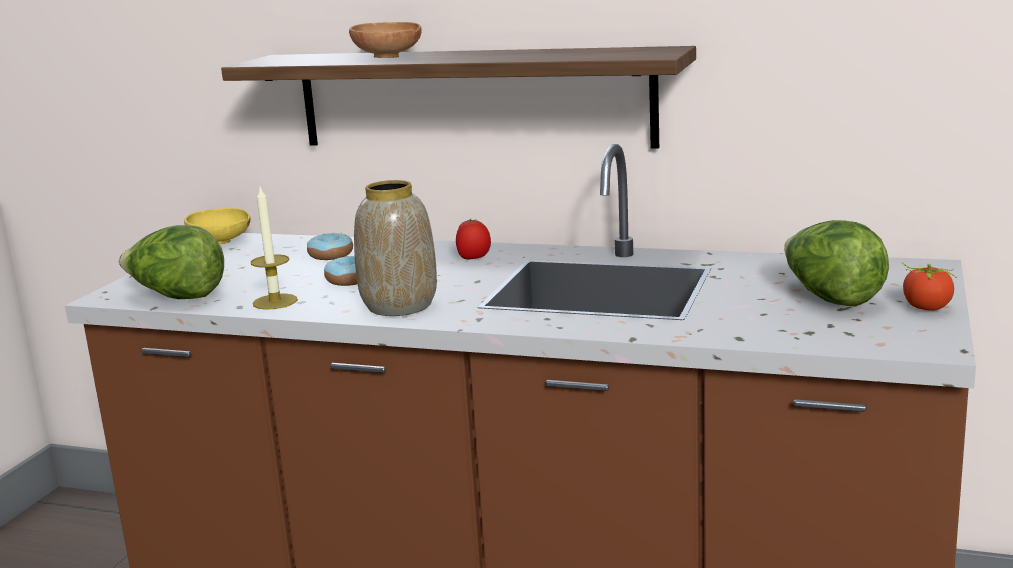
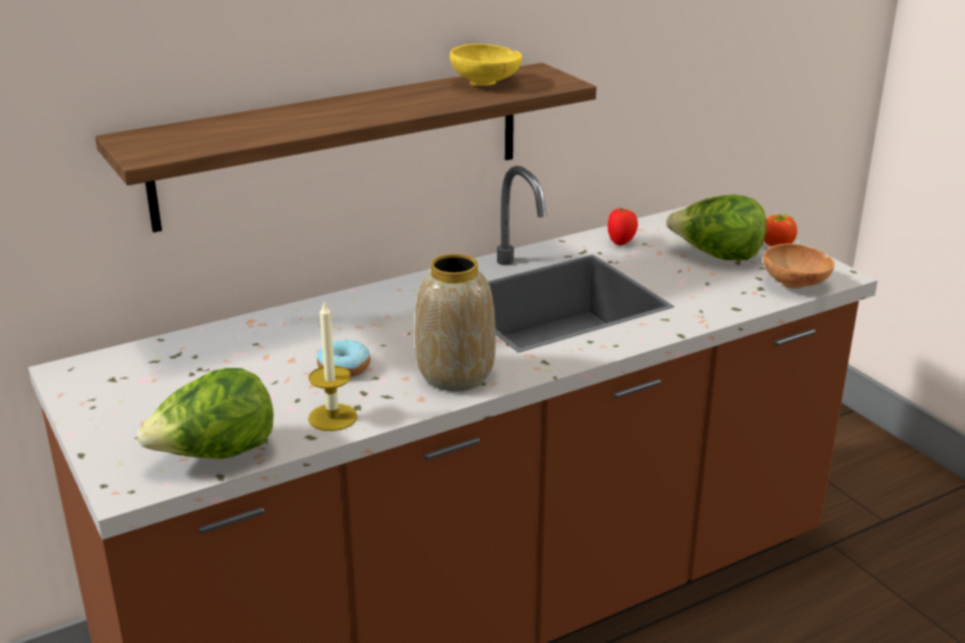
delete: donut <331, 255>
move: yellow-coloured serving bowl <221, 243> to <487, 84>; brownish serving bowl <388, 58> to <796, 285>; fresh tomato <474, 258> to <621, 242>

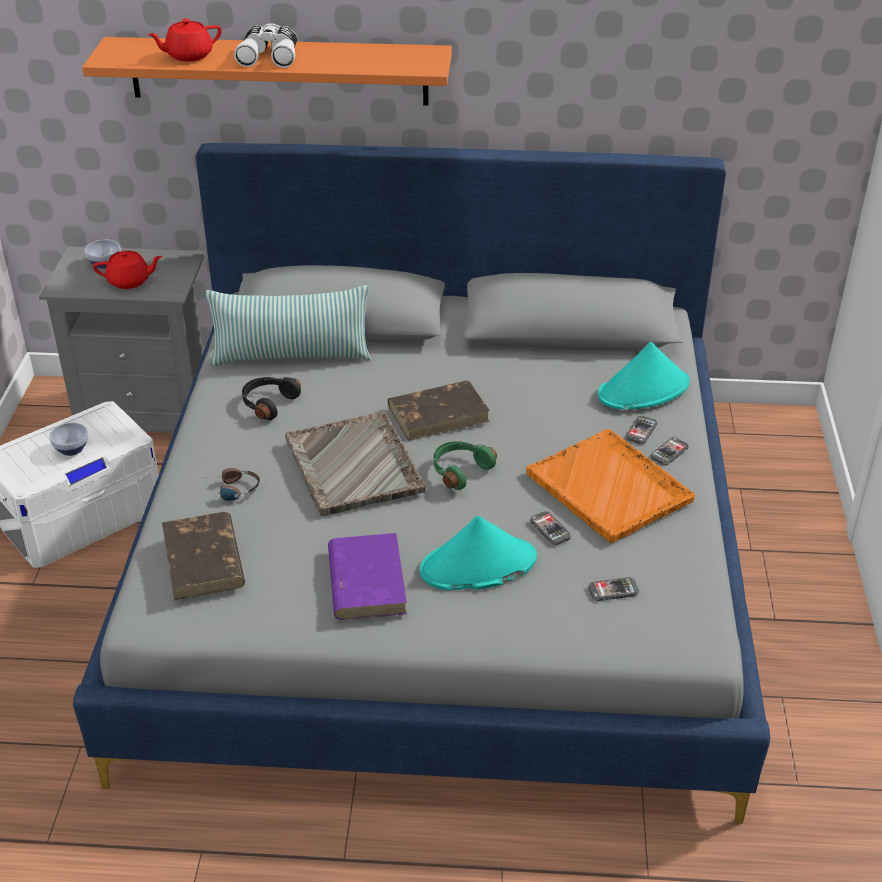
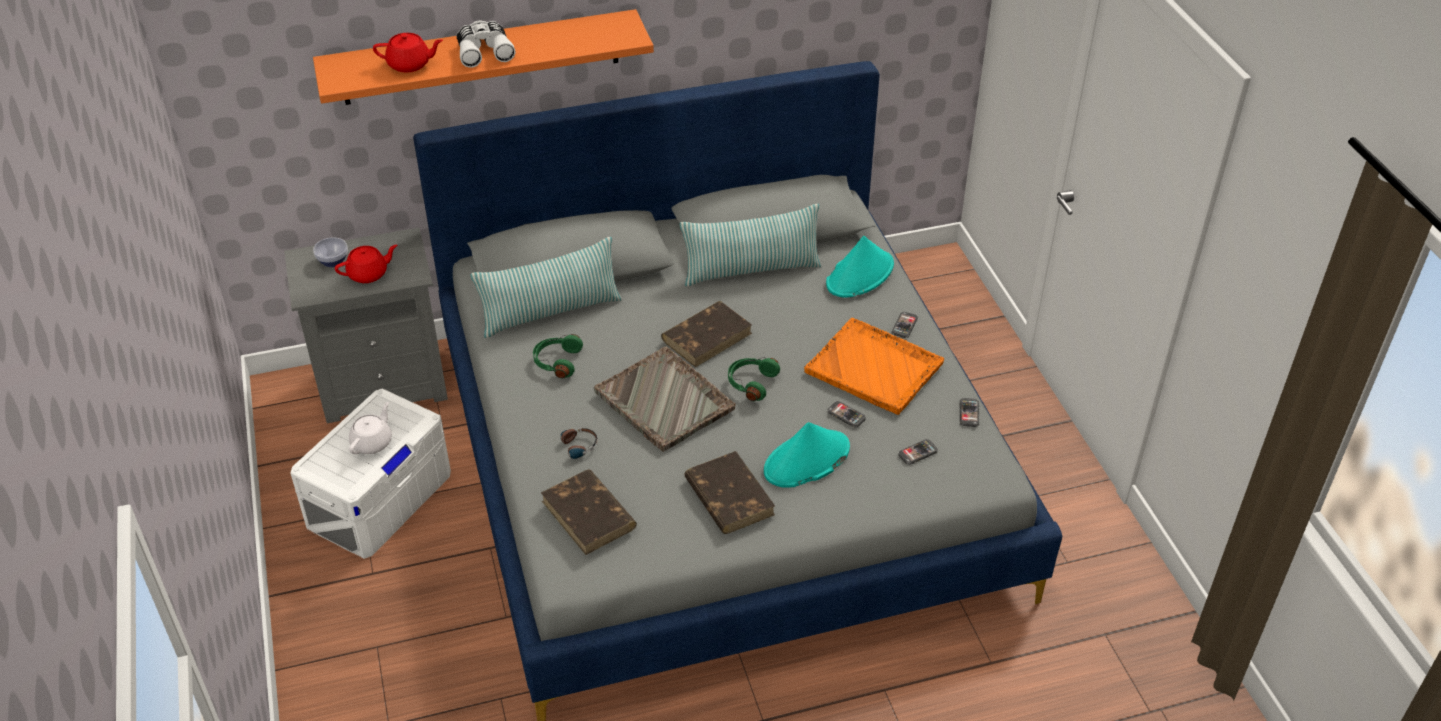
insert: pillow <751, 270>
move: telephone <641, 431> to <969, 413>
replace: serving bowl <72, 448> to white teapot <372, 442>
recolor: black pair of headphones <268, 403> to greenish pair of headphones <557, 362>; purplish bound book <366, 580> to brownish bound book <728, 496>
rotate: reddish teapot <188, 56> = <410, 64> 135 degrees counterclockwise

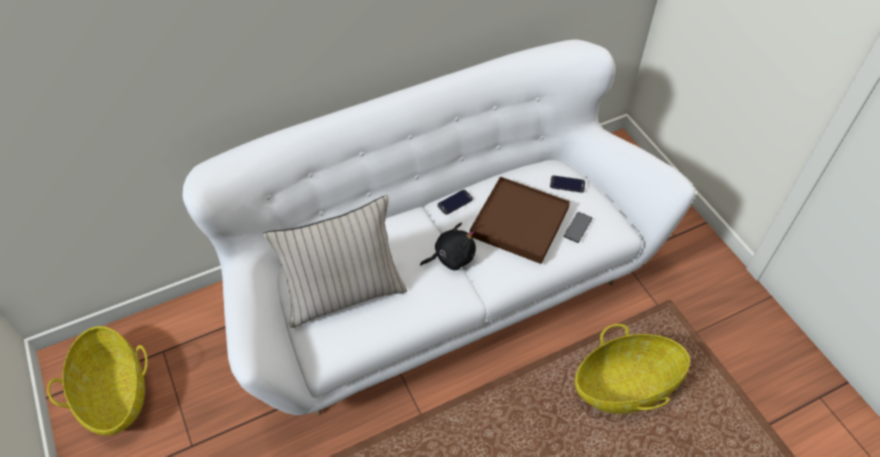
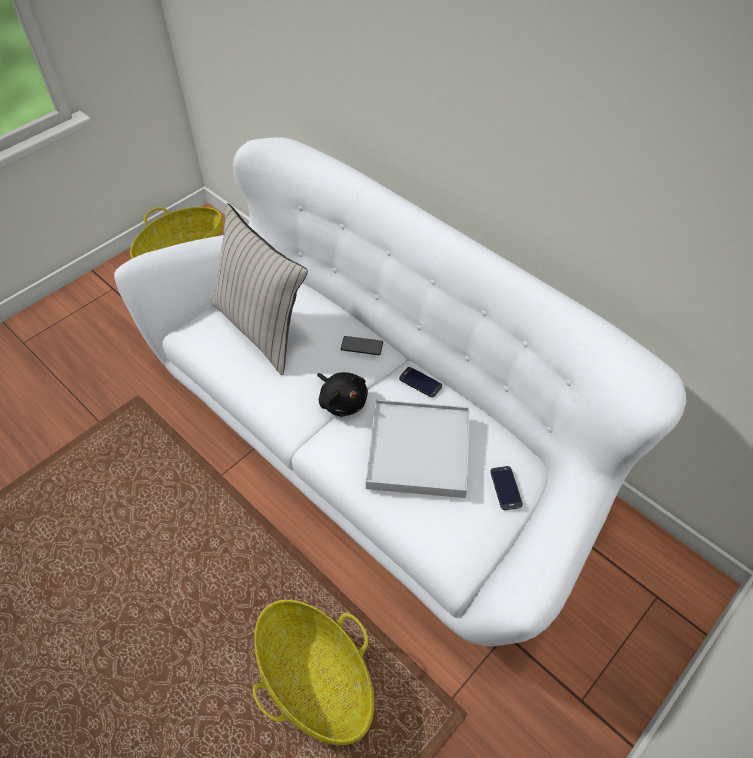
move: telephone <577, 227> to <361, 346>
recolor: brownish carrying tray <519, 222> to white carrying tray <418, 450>

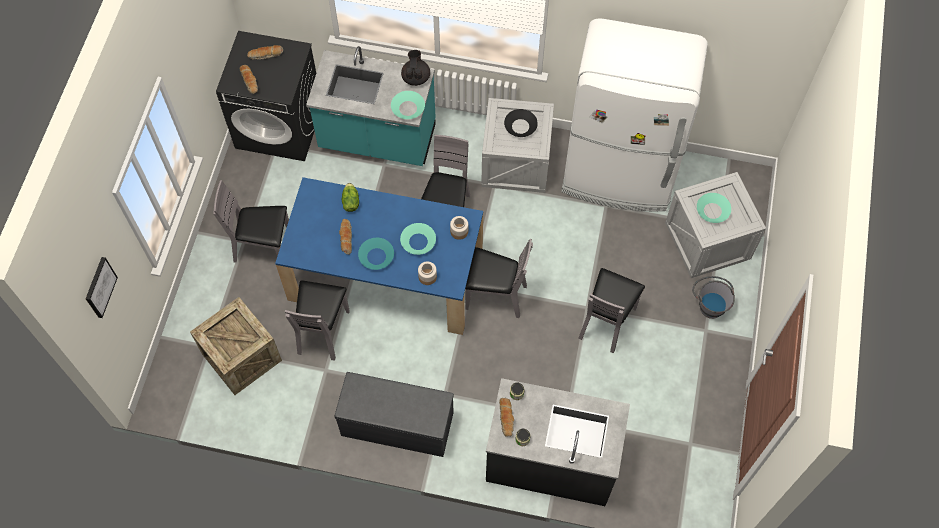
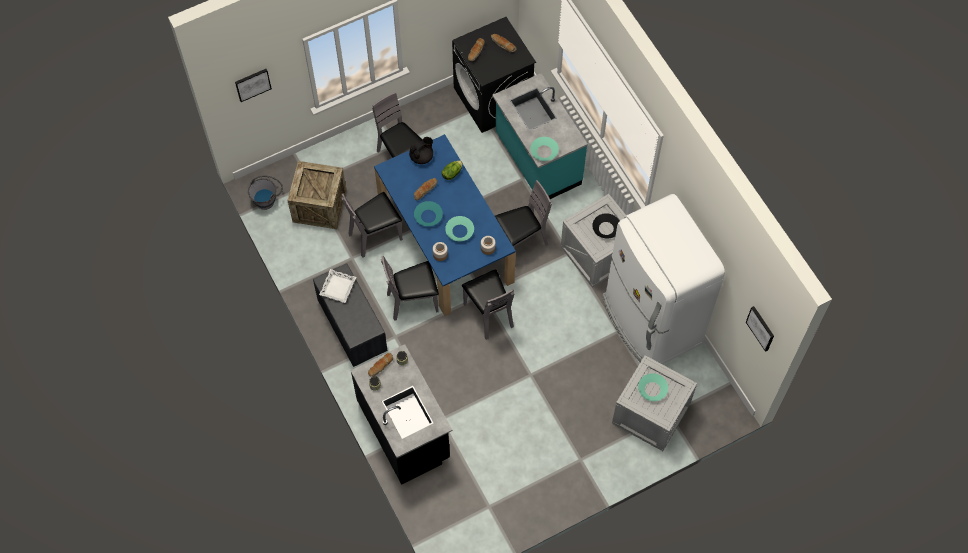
insert: white carrying tray <337, 287>; wall art <761, 328>
move: black teapot <416, 77> to <422, 157>; gray plain chair <606, 322> to <413, 301>; gray water bucket <709, 303> to <267, 198>

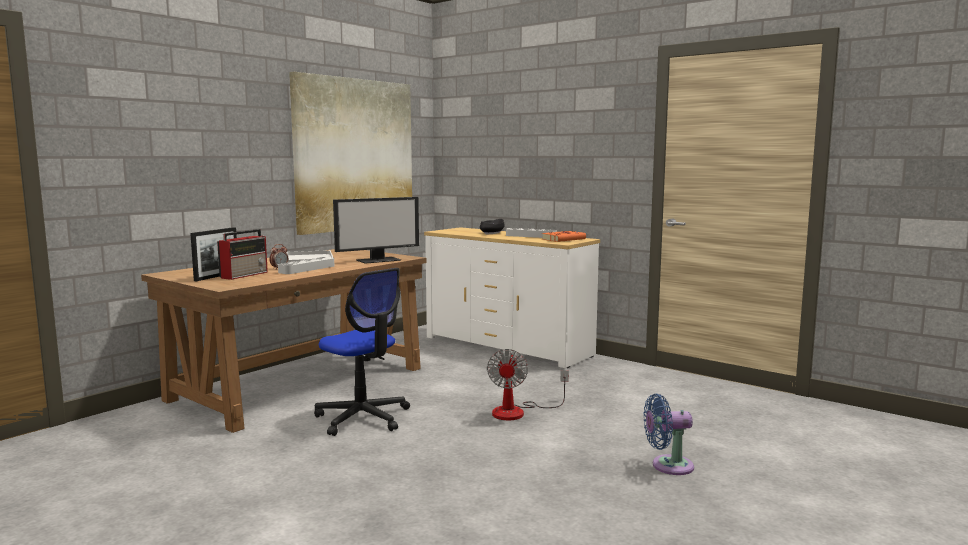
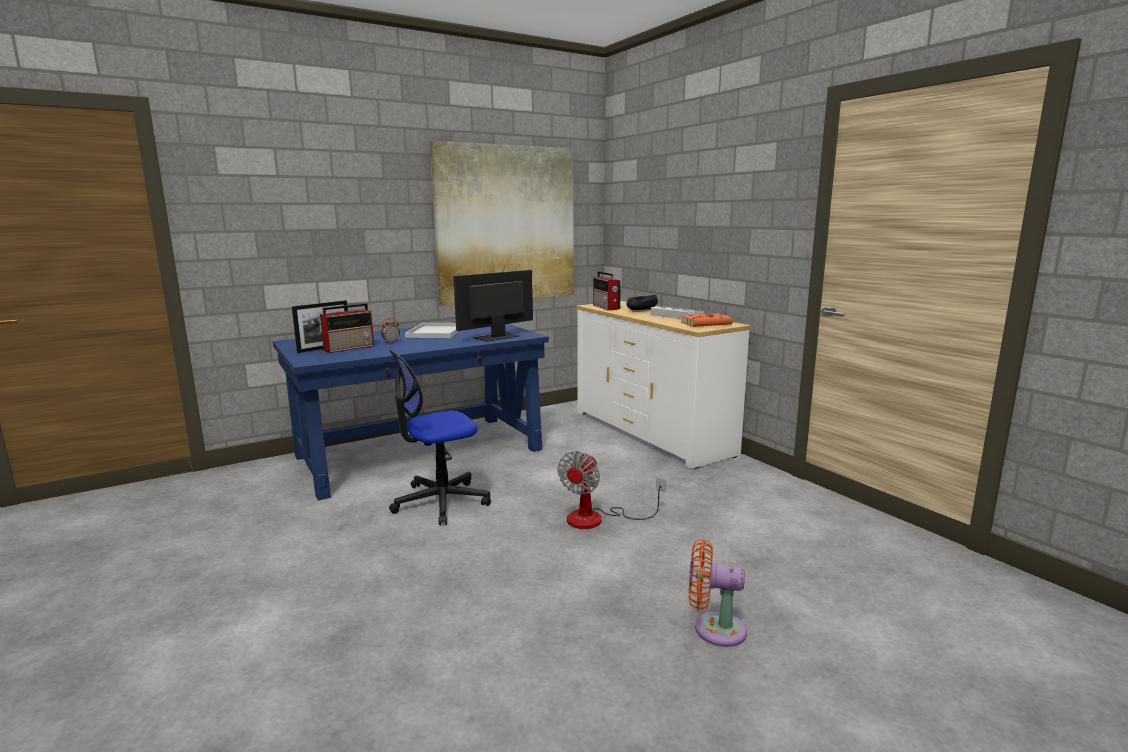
delete: gray carrying tray <307, 269>
insert: radio <606, 307>
recolor: brownish desk table <299, 383> to blue desk table <419, 453>; blue fan <668, 466> to orange fan <714, 628>
rotate: desk chair <363, 418> = <440, 502> 90 degrees clockwise; monitor <378, 260> = <496, 337> 150 degrees clockwise

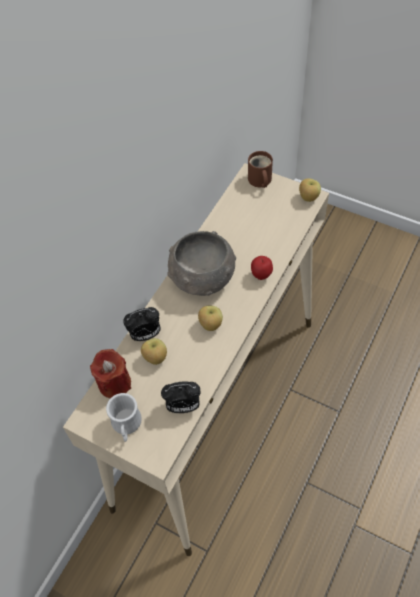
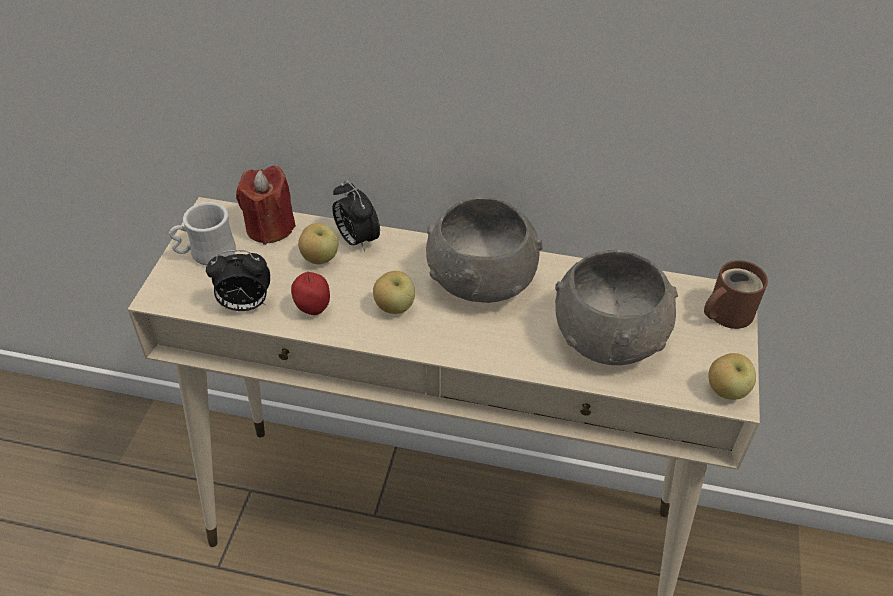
insert: gray serving bowl <609, 336>
move: apple <261, 276> to <313, 309>
rotate: bedside clock <183, 406> = <245, 305> 75 degrees counterclockwise

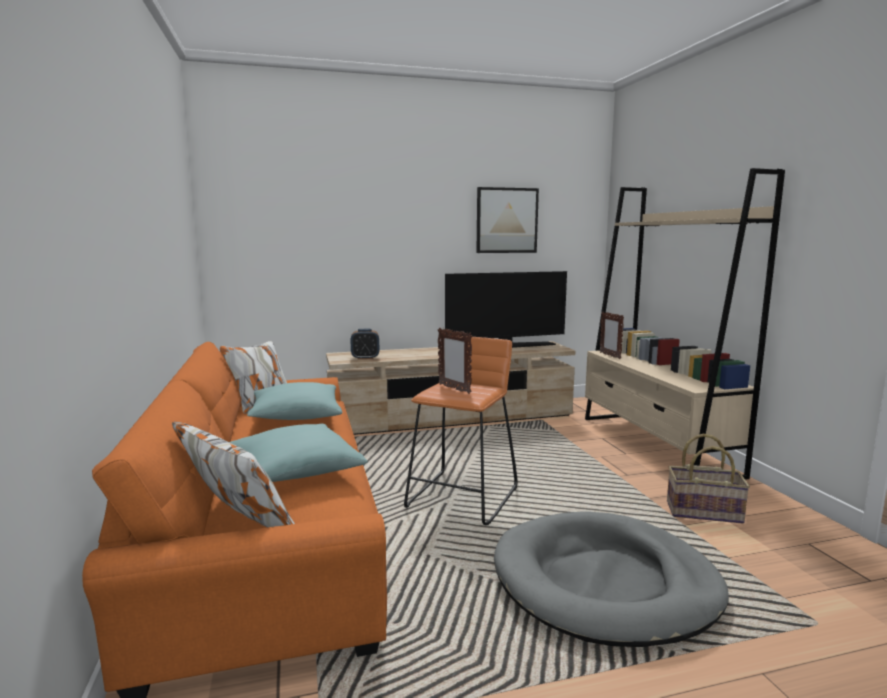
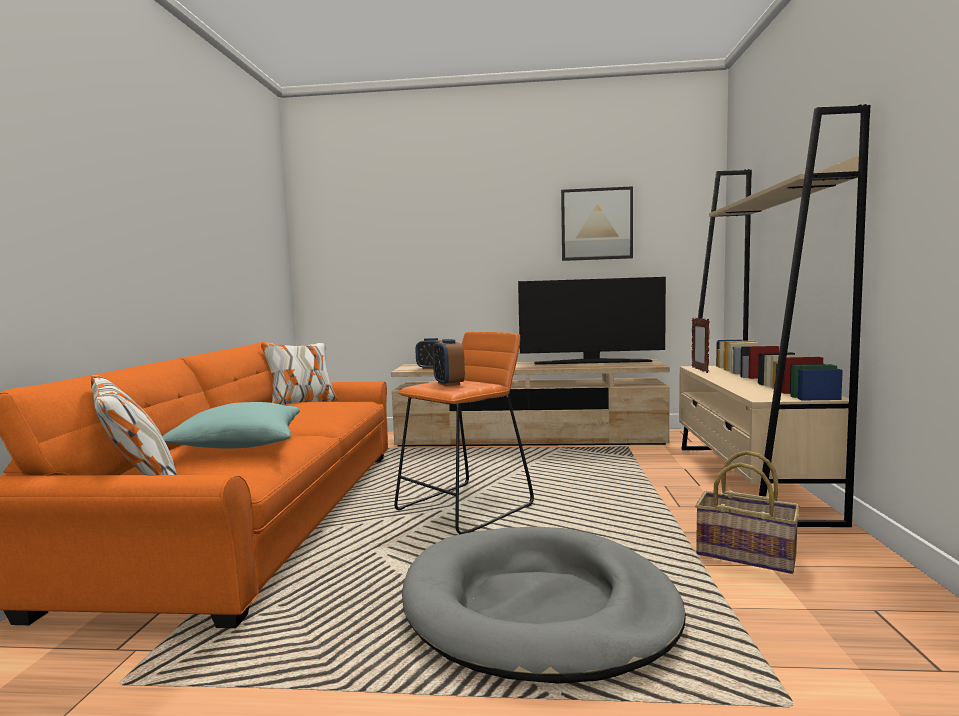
delete: blue-green pillow <296, 416>
replace: standing frame <454, 389> to bedside clock <448, 384>

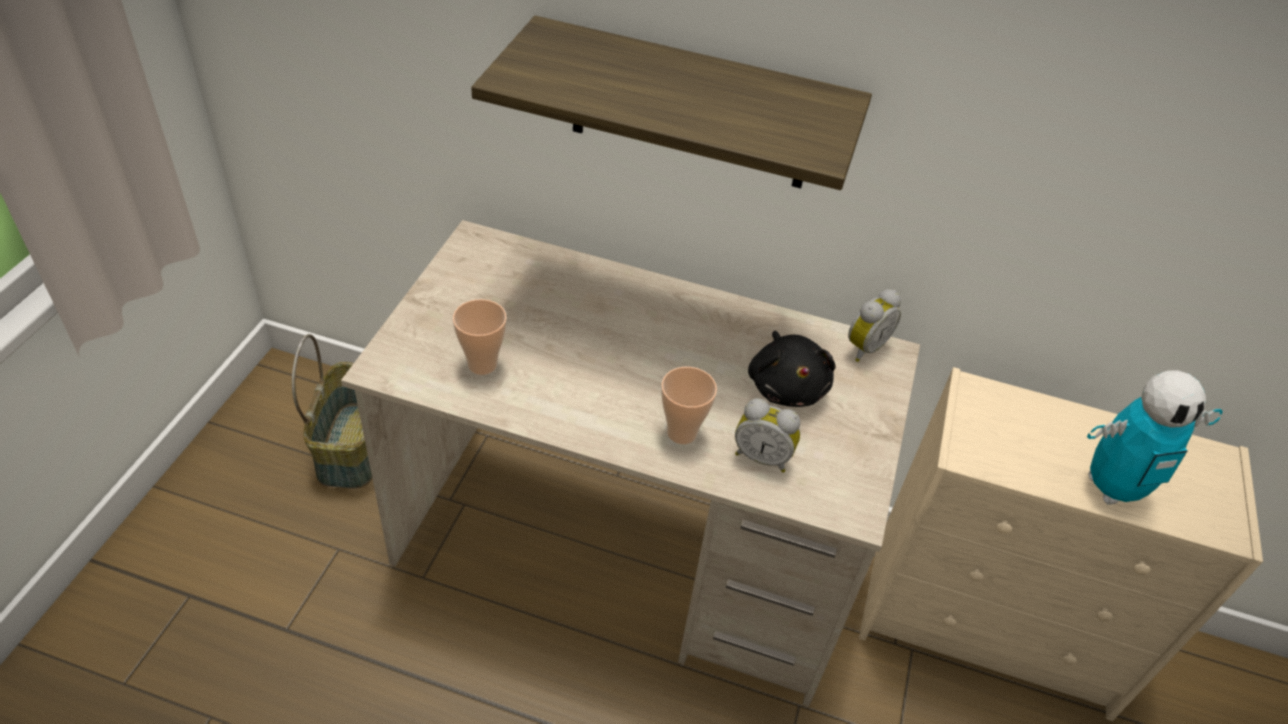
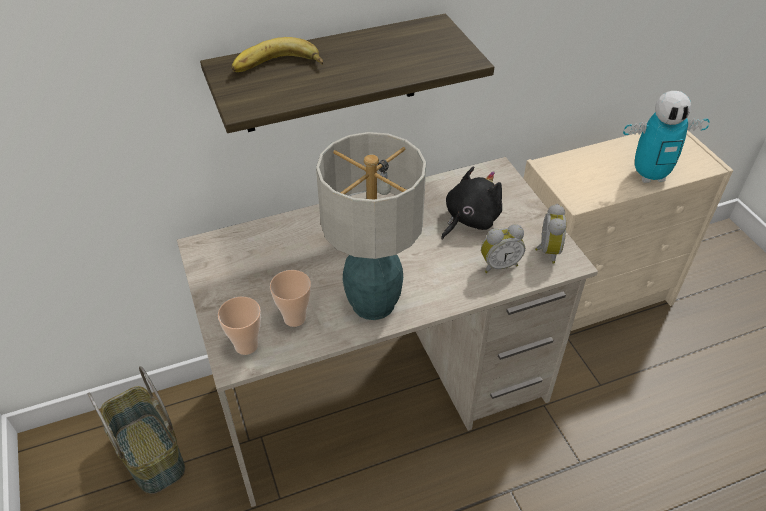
insert: banana <278, 67>; lamp for a table <373, 302>
move: drinking cup <682, 432> to <246, 345>; bedside clock <863, 347> to <546, 251>
rotate: black plush toy <787, 386> = <469, 219> 90 degrees counterclockwise; model robot <1112, 488> = <650, 175> 45 degrees clockwise

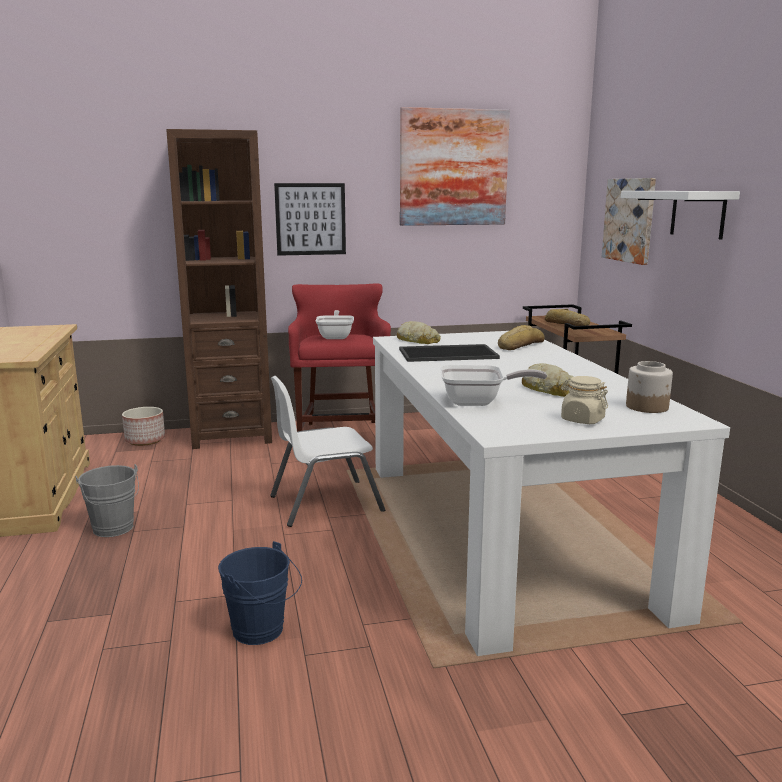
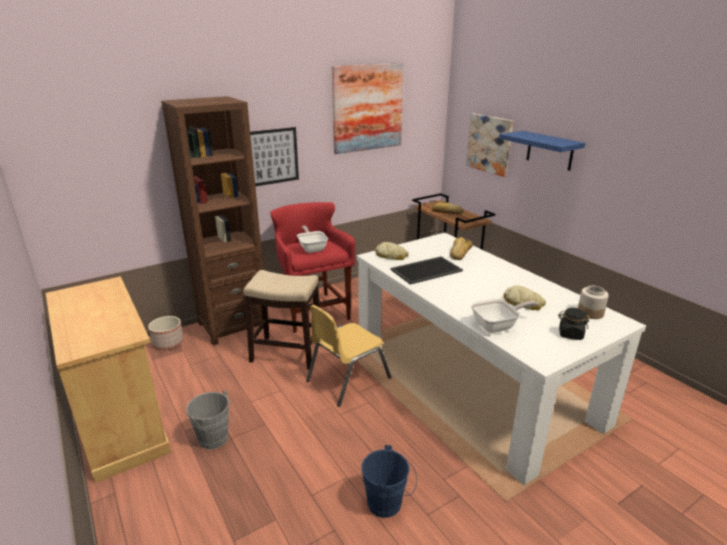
insert: sitting stool <288, 353>
recolor: white plain chair <325, 503> to yellow-coloured plain chair <347, 379>; beige-coloured jar <582, 420> to black jar <570, 334>; white shelf <698, 214> to blue shelf <550, 150>

